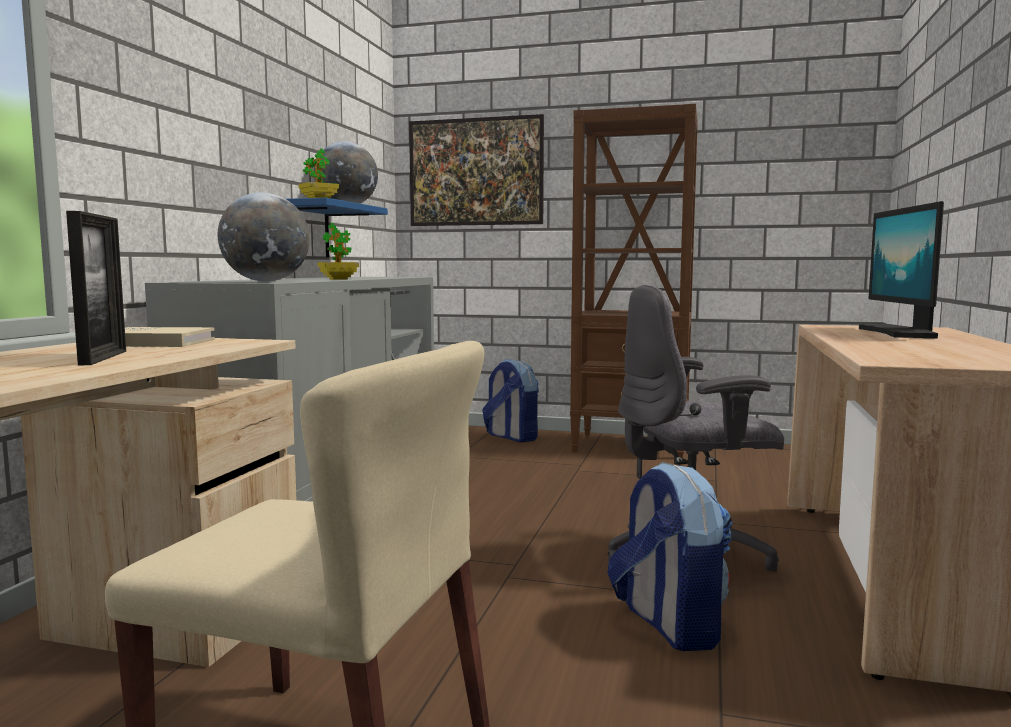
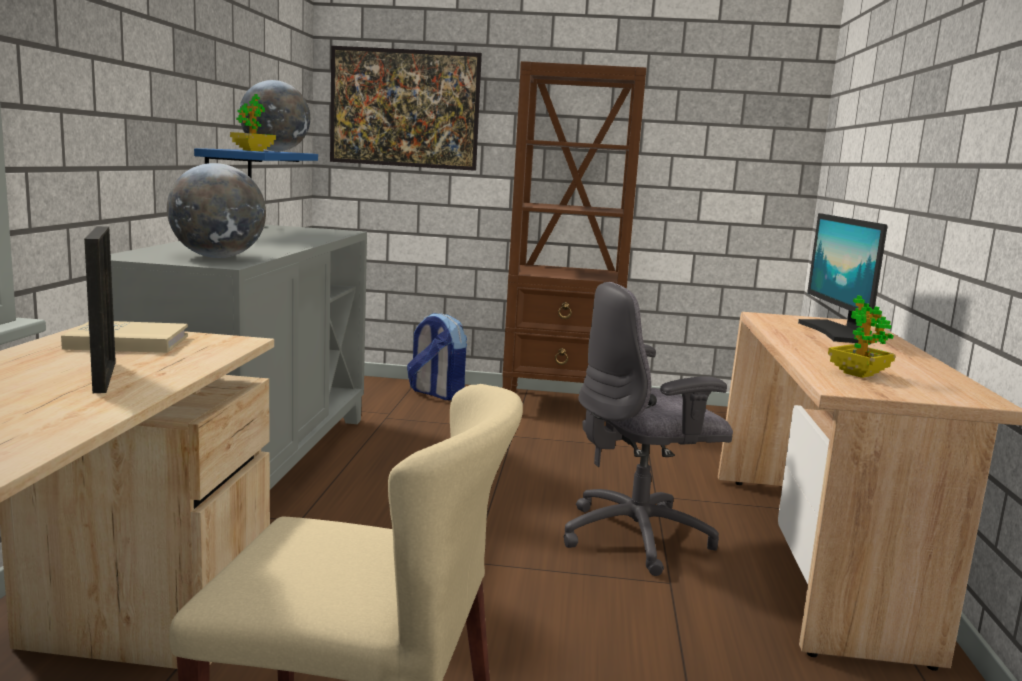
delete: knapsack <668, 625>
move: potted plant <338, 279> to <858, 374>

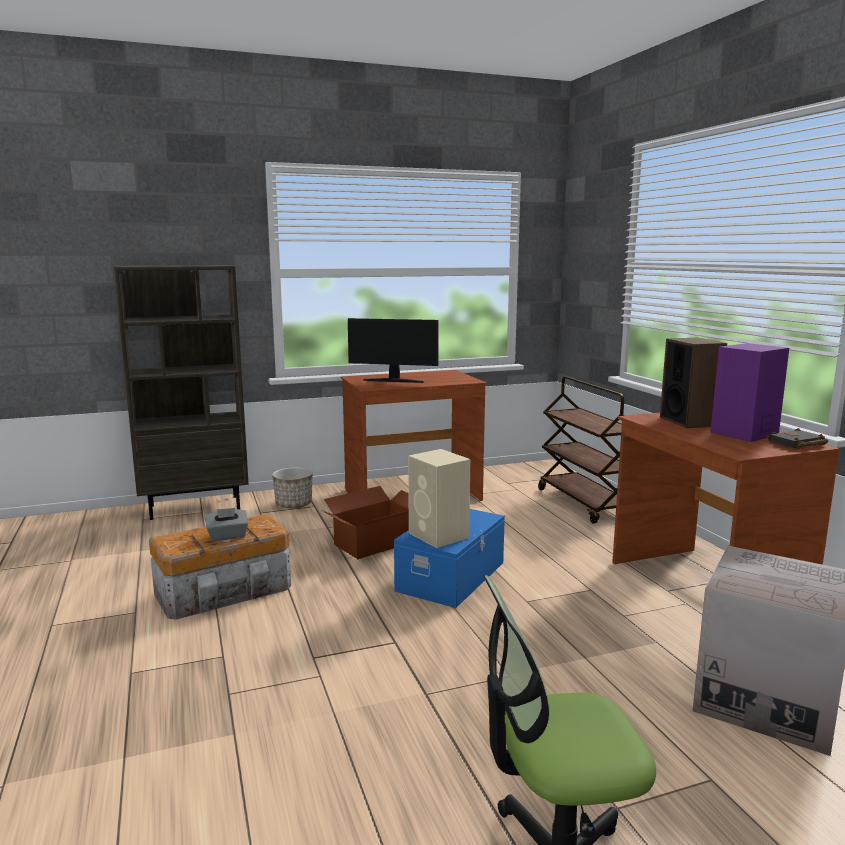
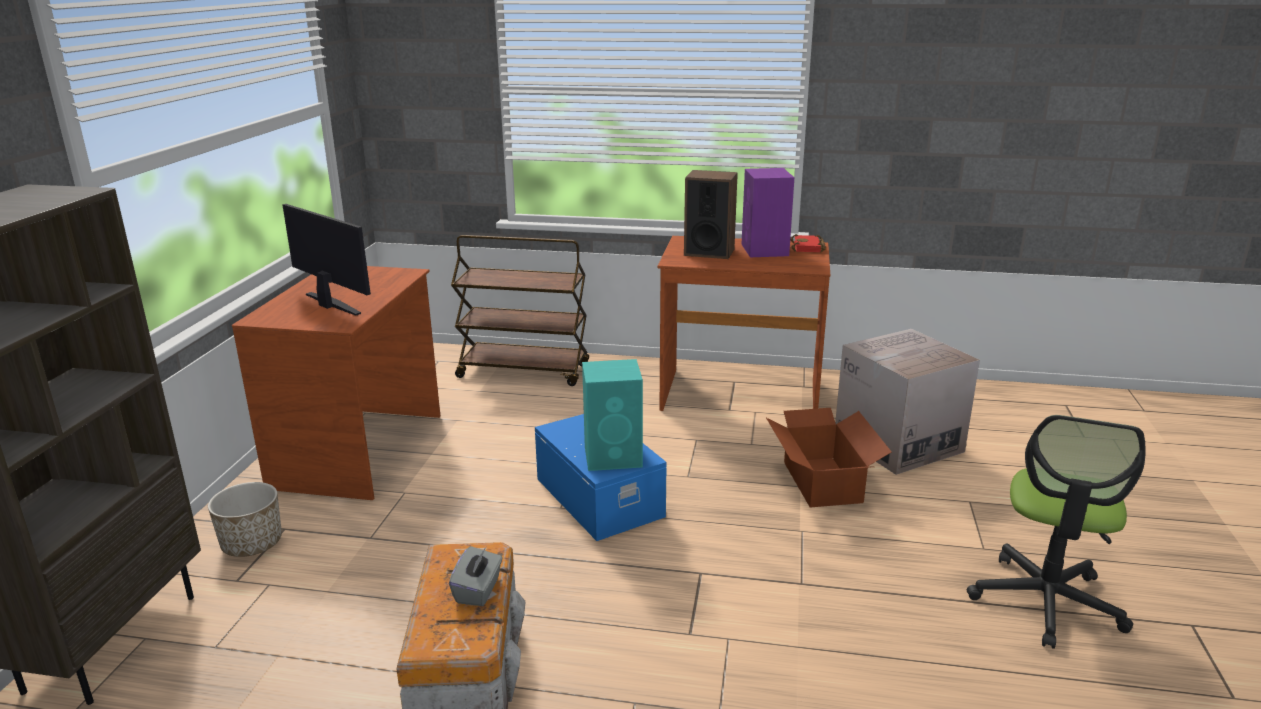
move: carton <373, 543> to <821, 482>
recolor: beige-coloured loudspeaker <439, 536> to blue-green loudspeaker <614, 456>; black bound book <797, 444> to reddish bound book <808, 247>
rotate: monitor <393, 381> = <330, 305> 90 degrees counterclockwise

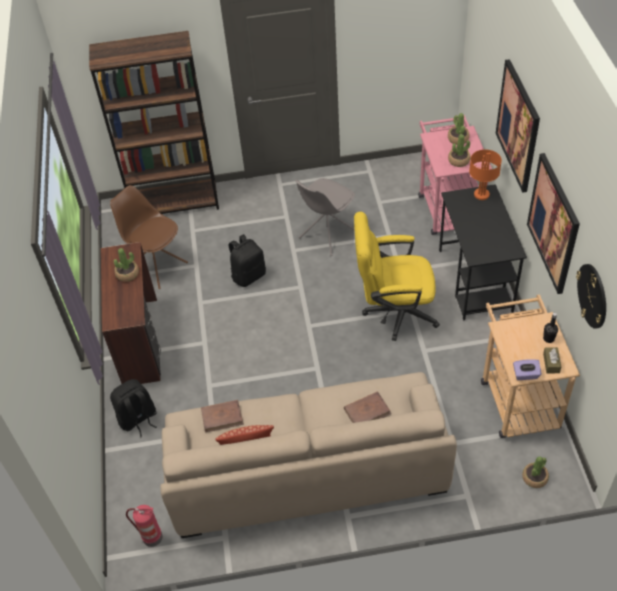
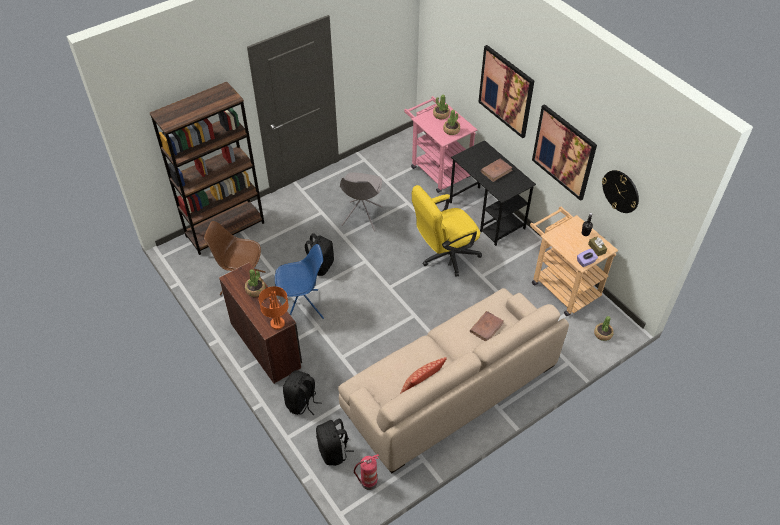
insert: blue plain chair <303, 307>; black knapsack <333, 451>
move: brownish bound book <222, 417> to <496, 171>; orange lamp for a table <481, 194> to <277, 324>

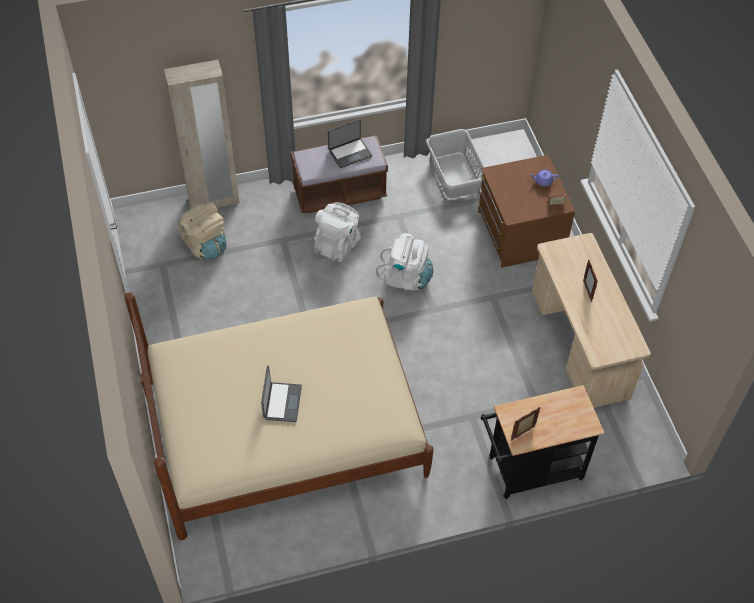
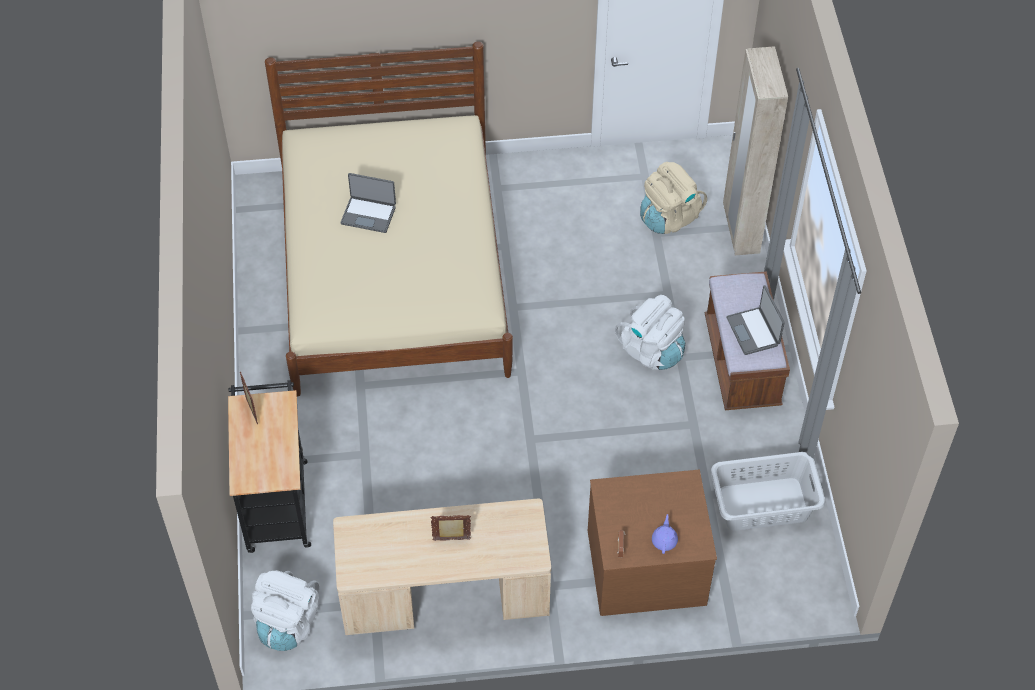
move: white knapsack <406, 278> to <288, 623>

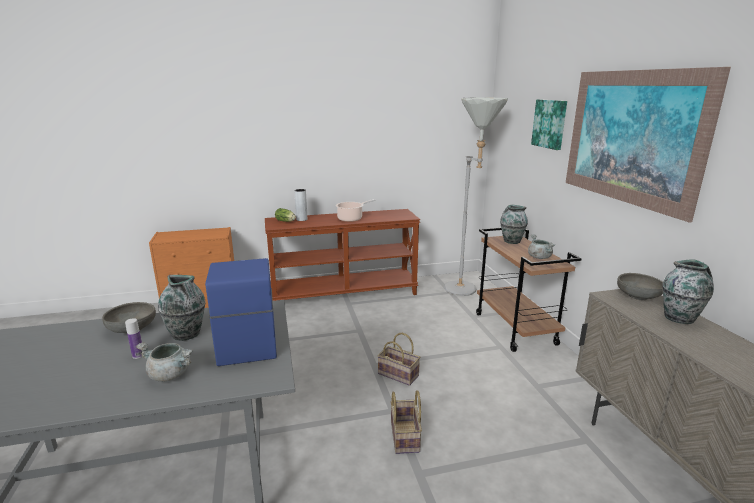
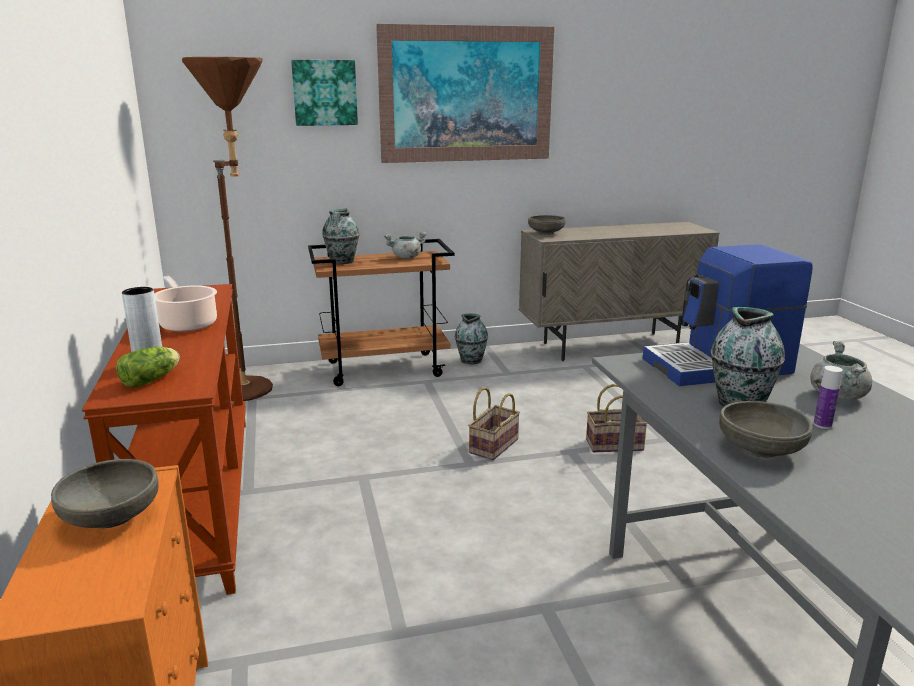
insert: gray serving bowl <111, 516>
move: vase <680, 318> to <471, 360>
recolor: gray standard lamp <467, 290> to brownish standard lamp <253, 386>

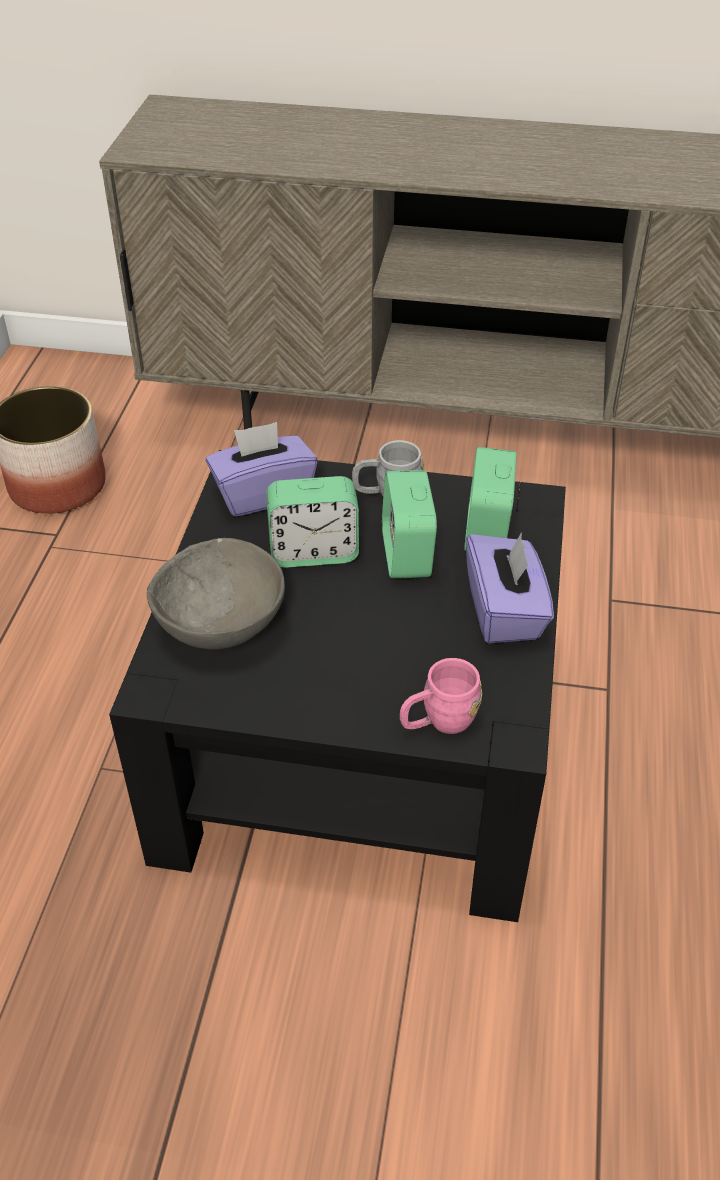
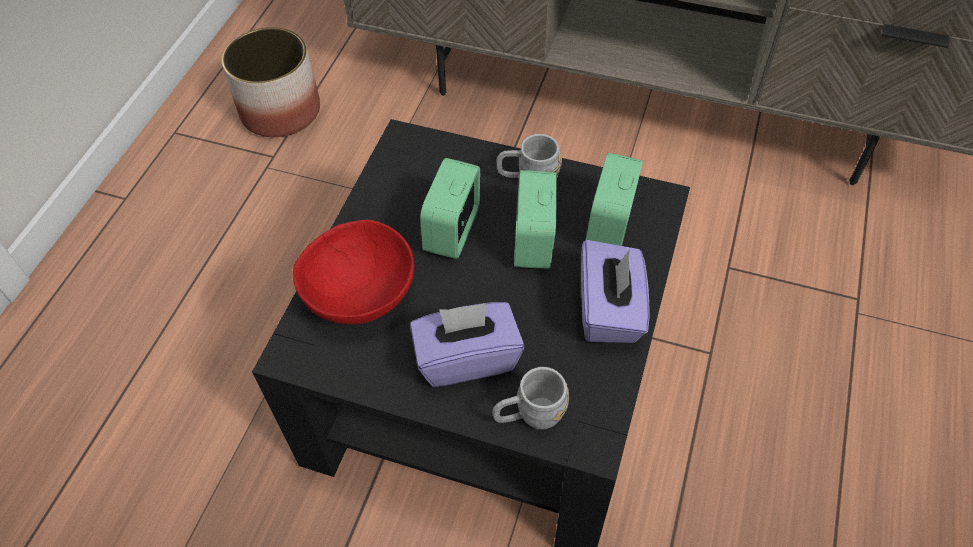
move: purplish tissue box <263, 494> to <467, 358>
recolor: gray serving bowl <220, 626> to reddish serving bowl <359, 296>; pink mug <438, 722> to gray mug <530, 416>
rotate: bedside clock <314, 552> = <453, 231> 105 degrees clockwise

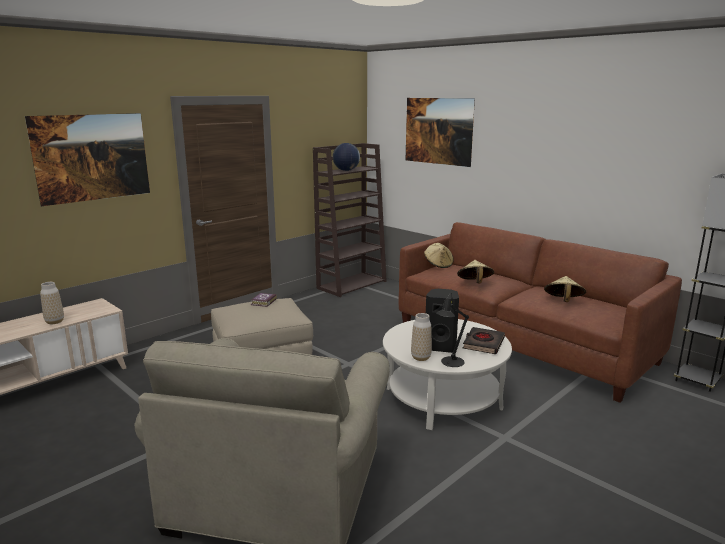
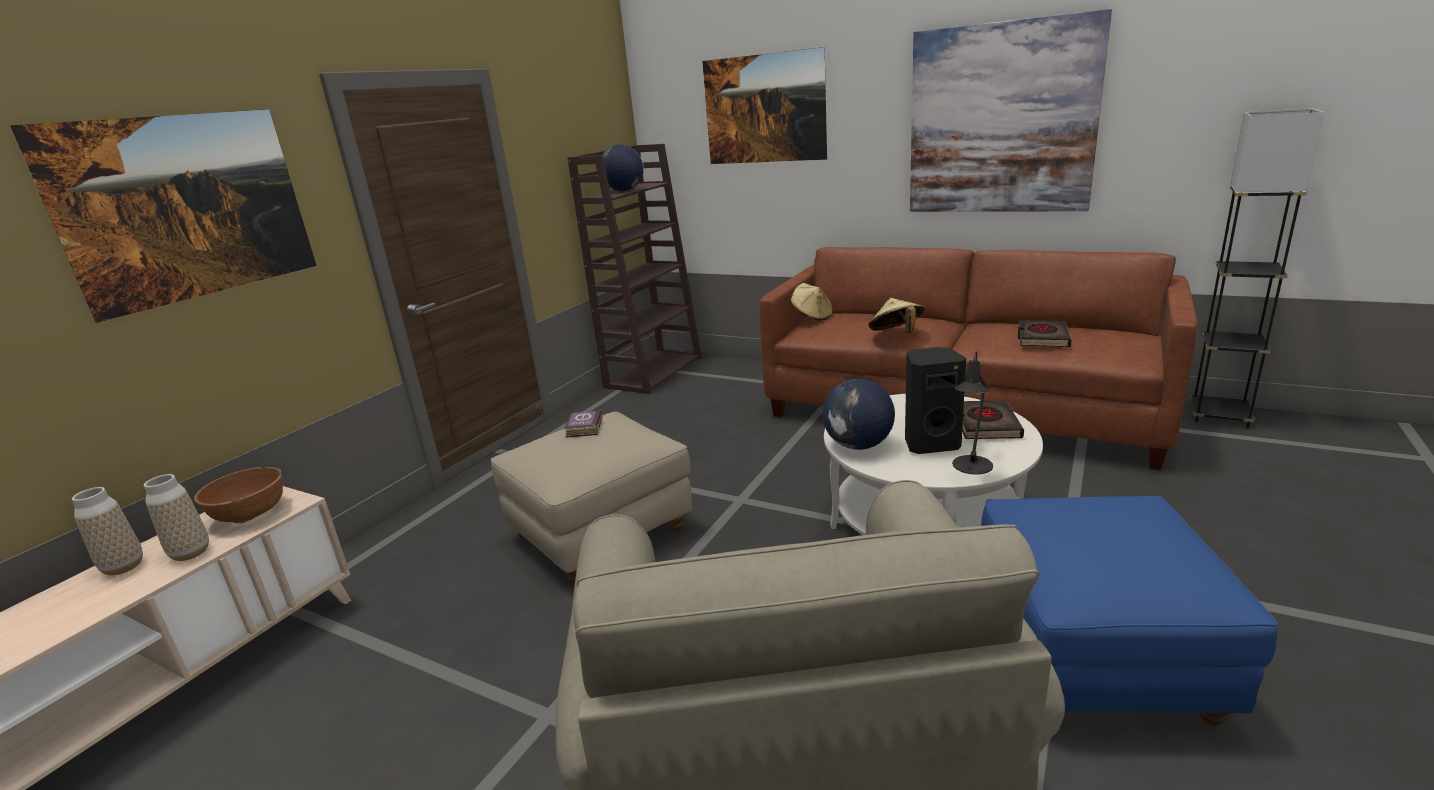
insert: brownish serving bowl <250, 514>; globe <858, 445>; wall art <1001, 120>; blue ottoman <1094, 659>
move: vase <421, 357> to <124, 567>
replace: beige-coloured hat <563, 301> to black bound book <1042, 338>

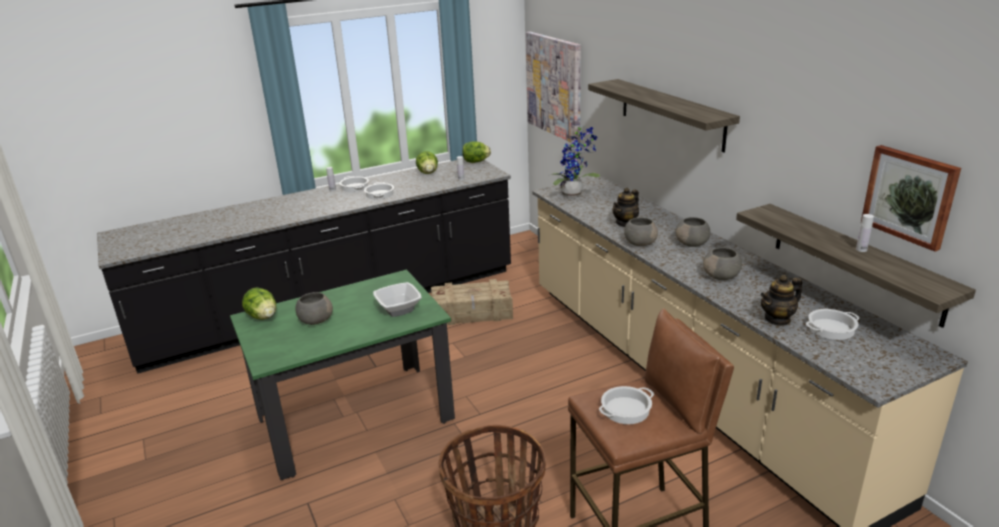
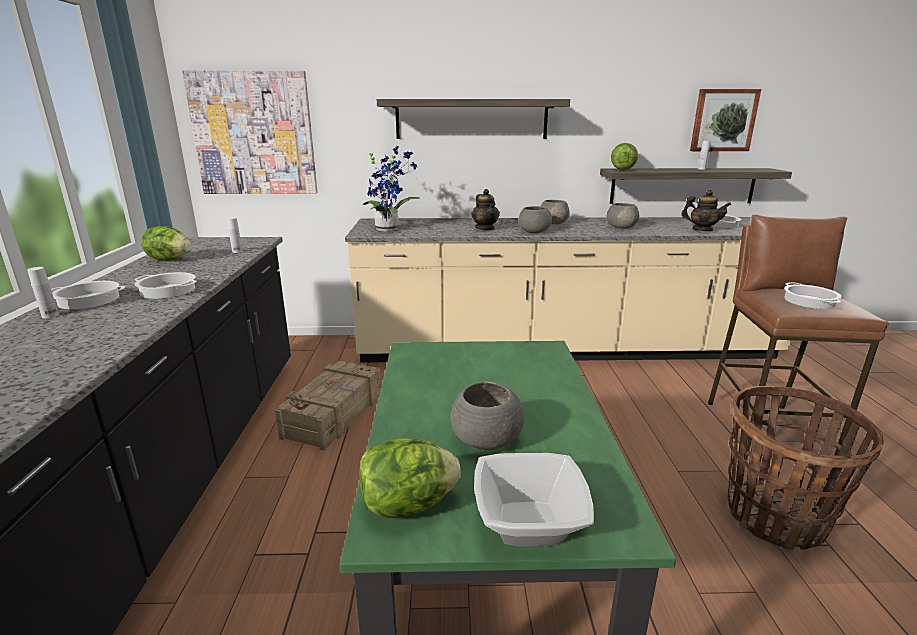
move: serving bowl <399, 309> to <528, 521>; lettuce <476, 161> to <622, 169>
rotate: teapot <777, 319> = <702, 230> 60 degrees counterclockwise

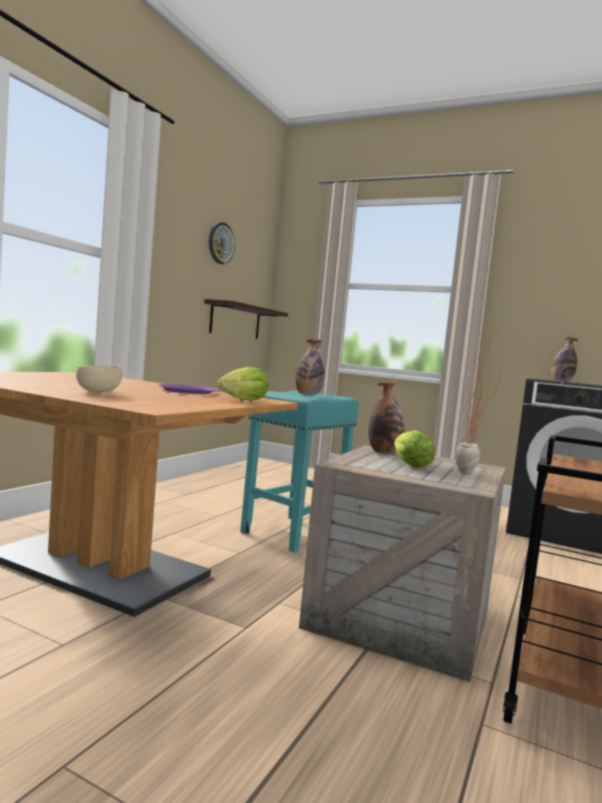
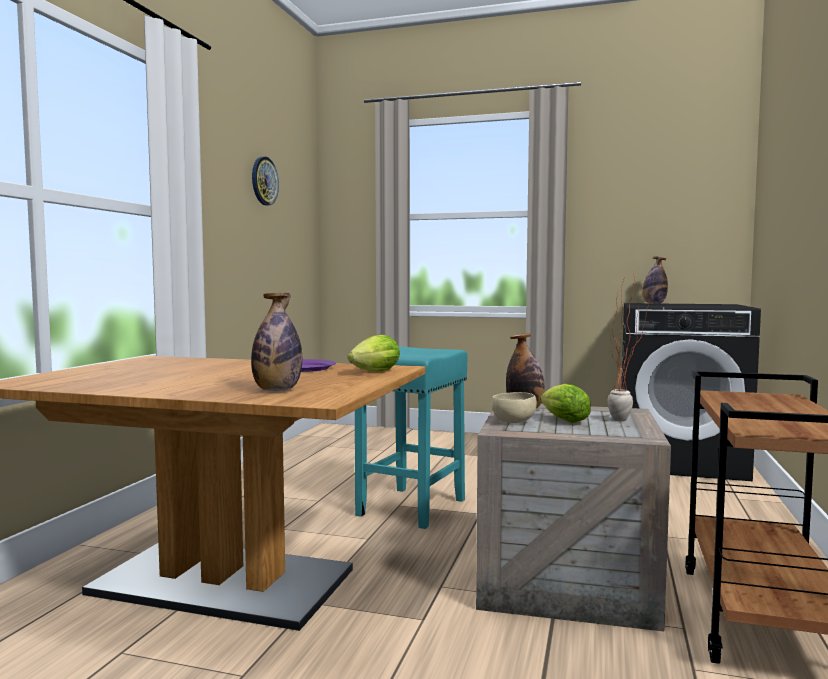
delete: shelf <235, 321>
move: beige-coloured serving bowl <97, 392> to <513, 422>; drink bottle <307, 395> to <277, 390>

